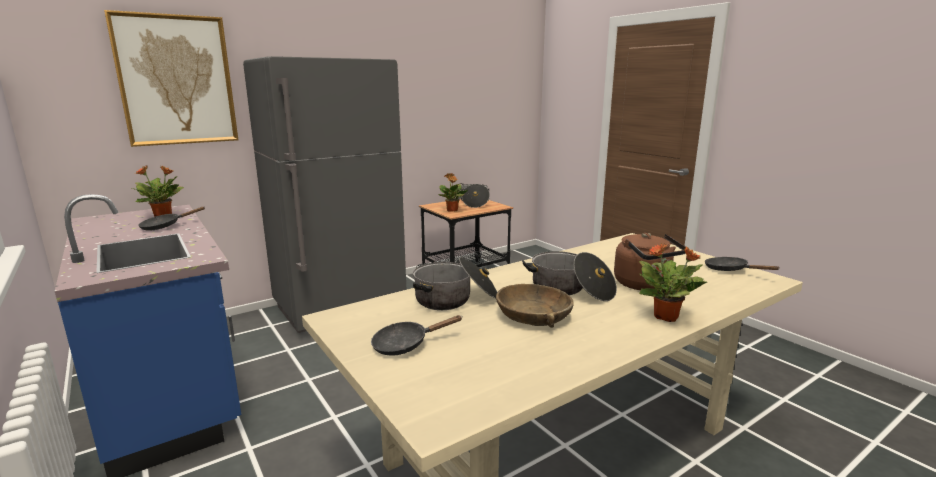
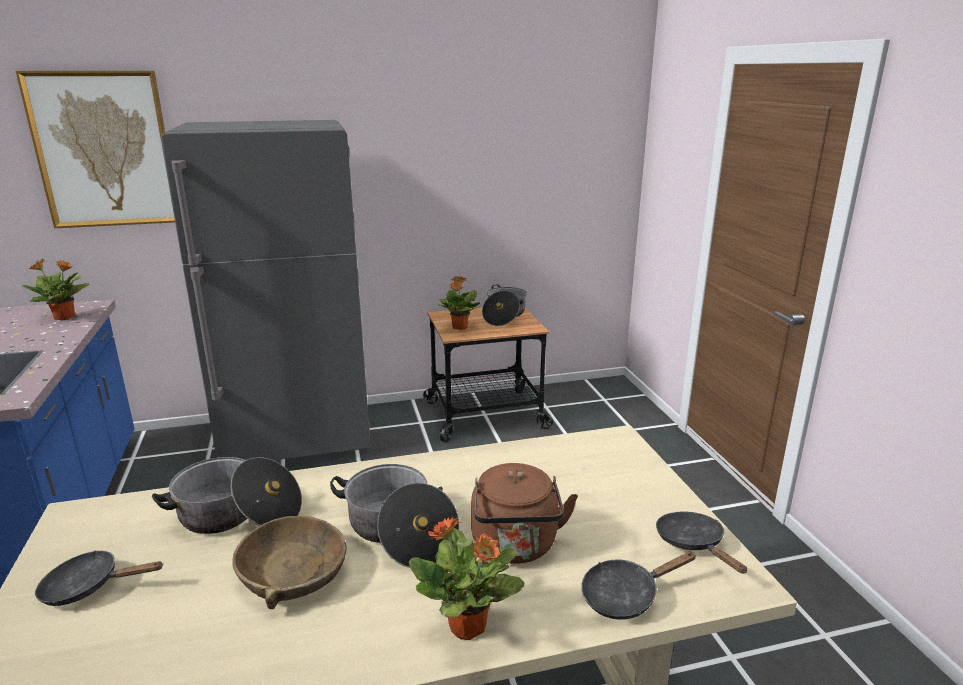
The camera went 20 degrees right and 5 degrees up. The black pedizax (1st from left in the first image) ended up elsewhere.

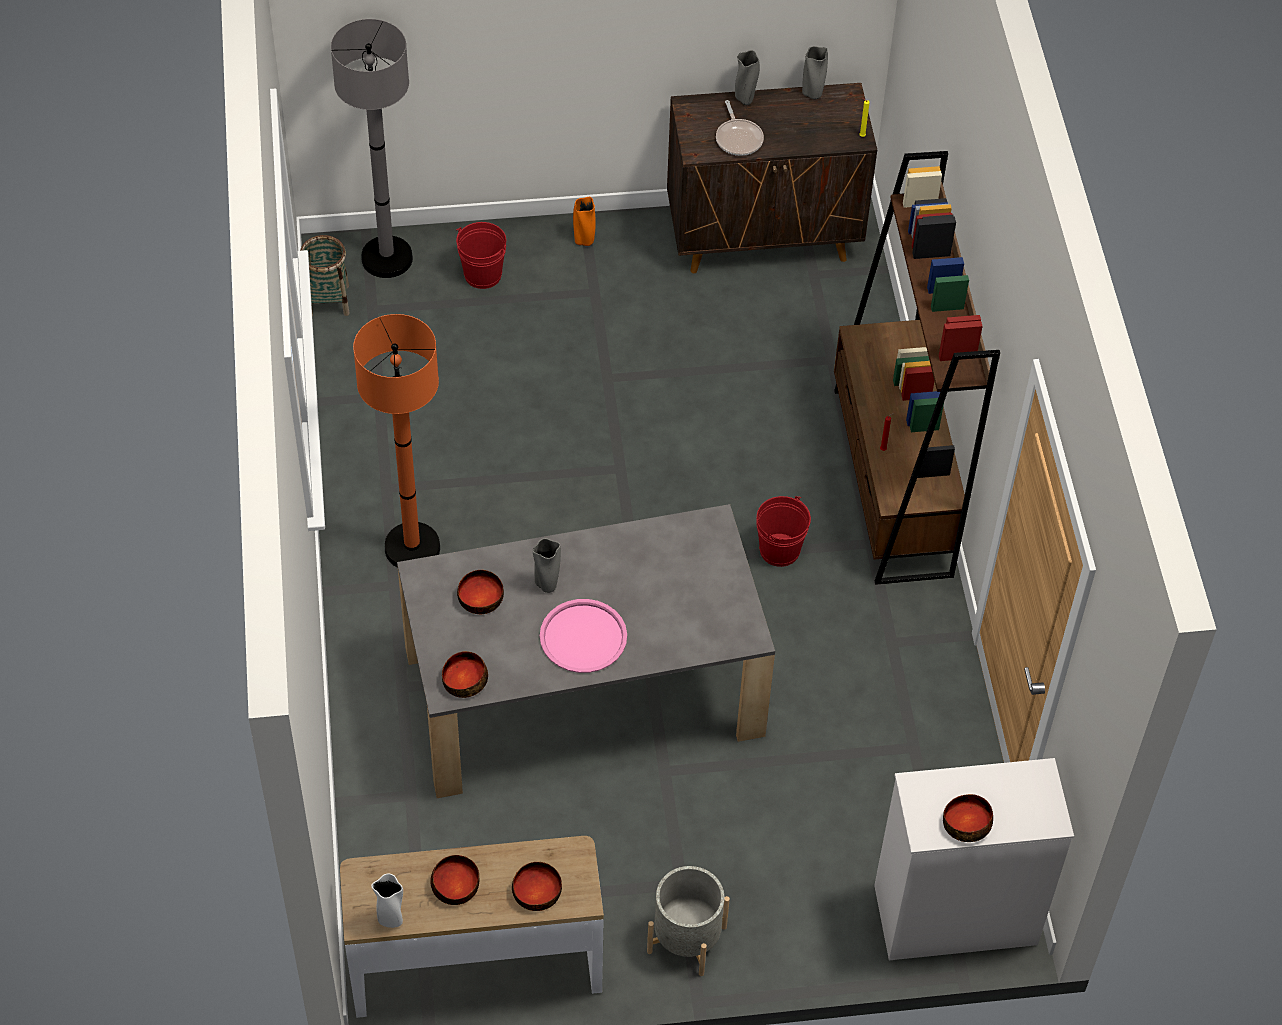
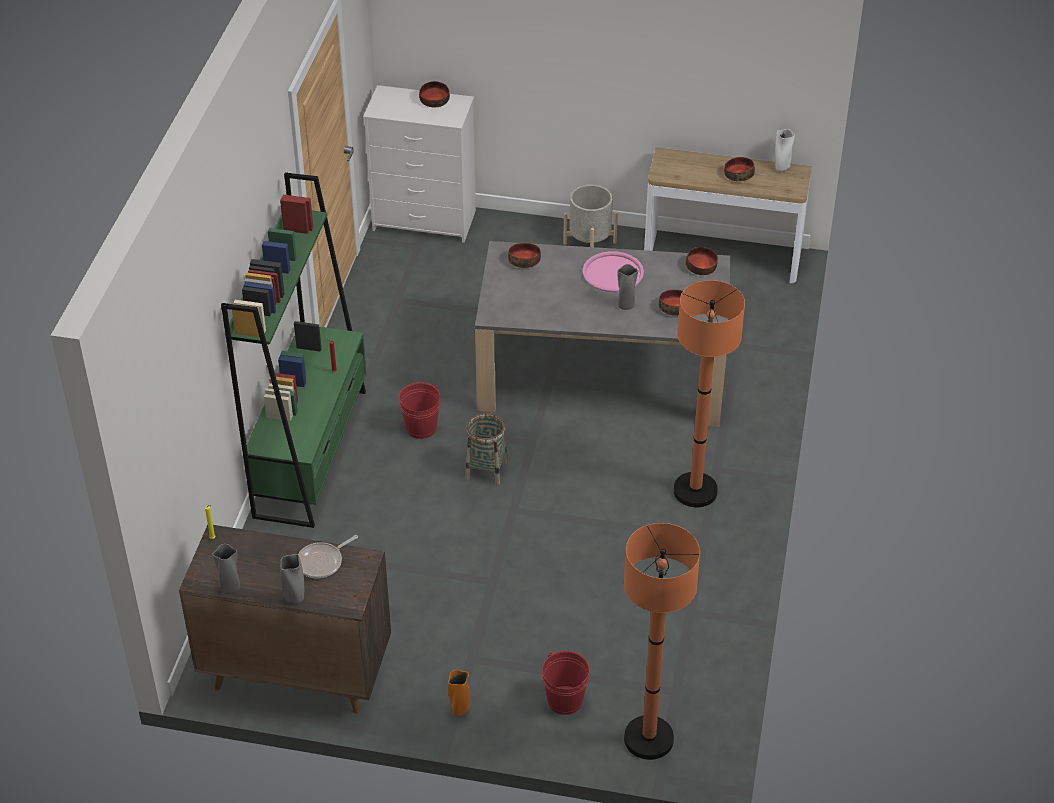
The camera went 160 degrees left and 10 degrees down. The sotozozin ended up elsewhere. What was the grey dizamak turned into the orange dizamak (1st from left). The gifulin (4th from left in the first image) ended up elsewhere. The pedizax ended up facing another way, 135 degrees counterclockwise from before. What was the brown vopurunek turned into the green vopurunek.

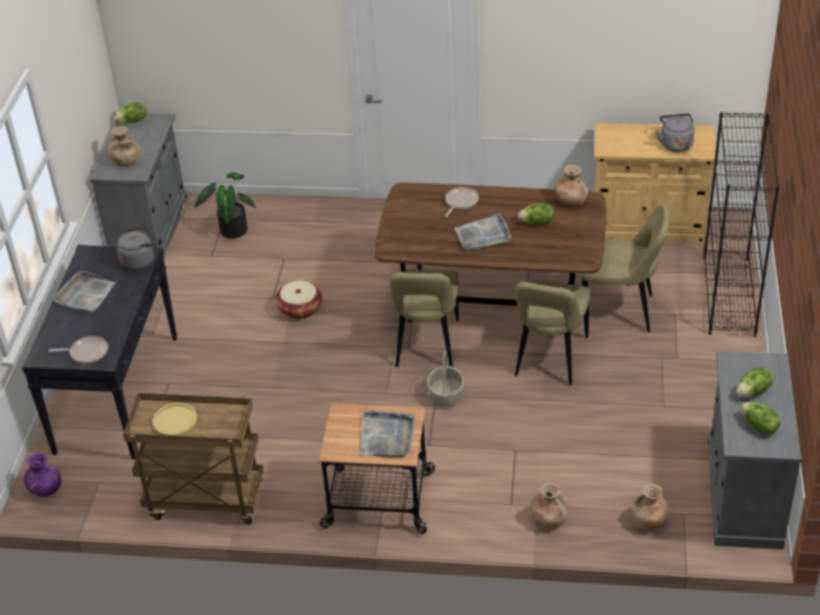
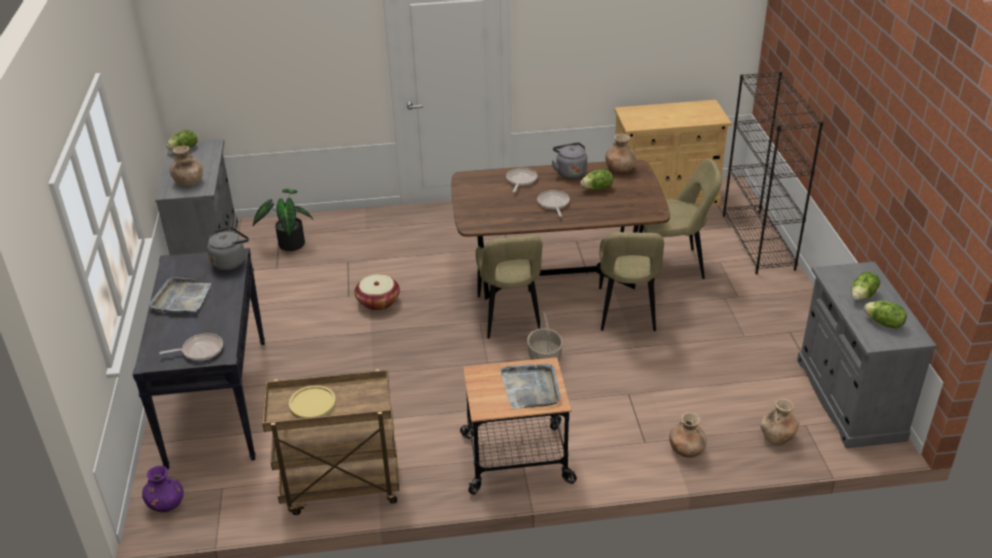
The camera went 15 degrees left and 5 degrees down. Where the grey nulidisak (3rd from left) stood, the pedizax (3rd from left) came to stand. The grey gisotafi (2nd from left) ended up elsewhere.

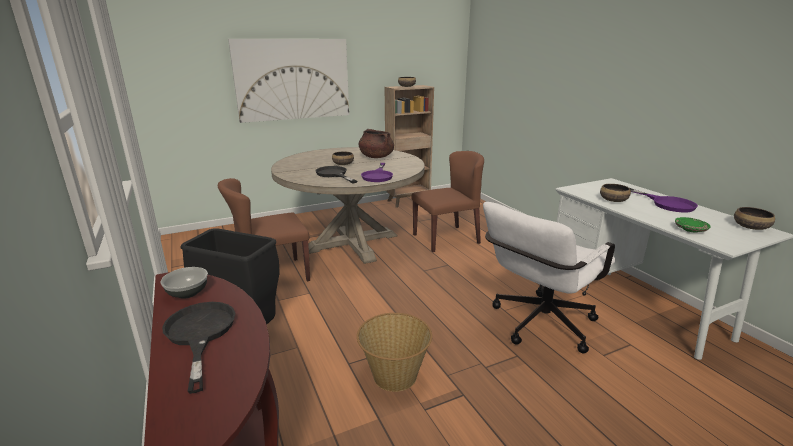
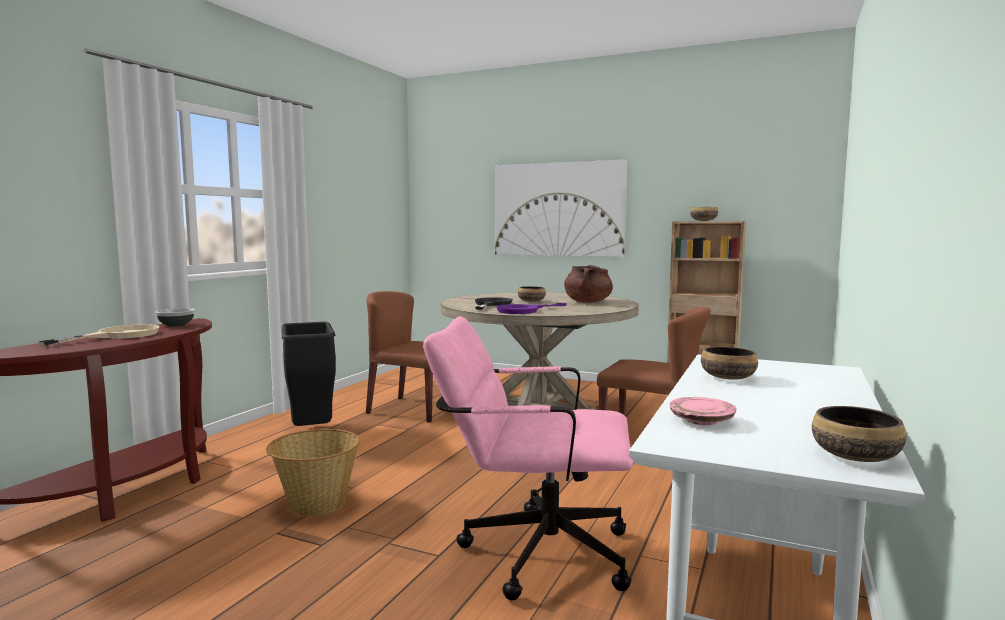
The camera went 50 degrees right and 15 degrees down. What was the black pedizax (1st from left) turned into the beige pedizax. What was the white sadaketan turned into the pink sadaketan. The second view lost the purple pedizax (2nd from left). What was the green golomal turned into the pink golomal.

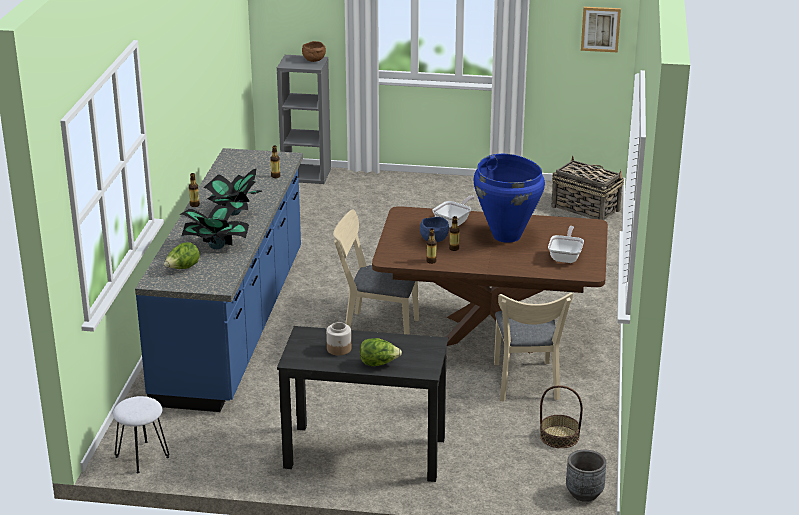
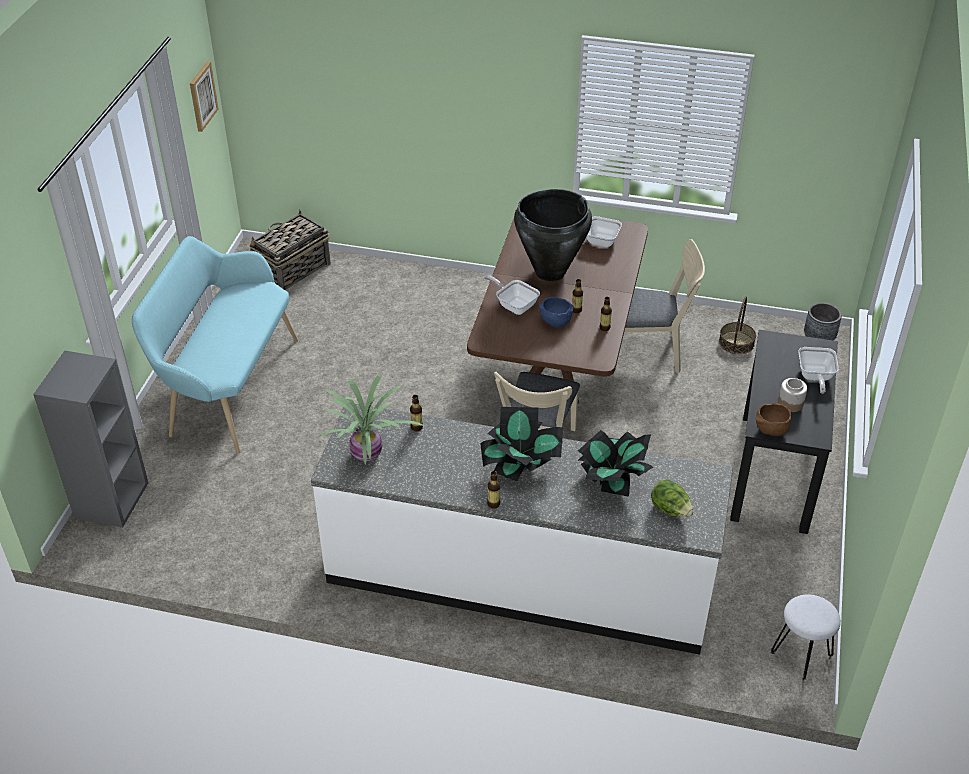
The camera went 85 degrees left and 15 degrees up. What was the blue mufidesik turned into the white mufidesik. The brown gifulin ended up elsewhere. Where the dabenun (2nd from left) stood, the pedizax (3rd from left) came to stand. What was the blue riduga turned into the black riduga. The second view gained the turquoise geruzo. The second view gained the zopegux (1st from left).

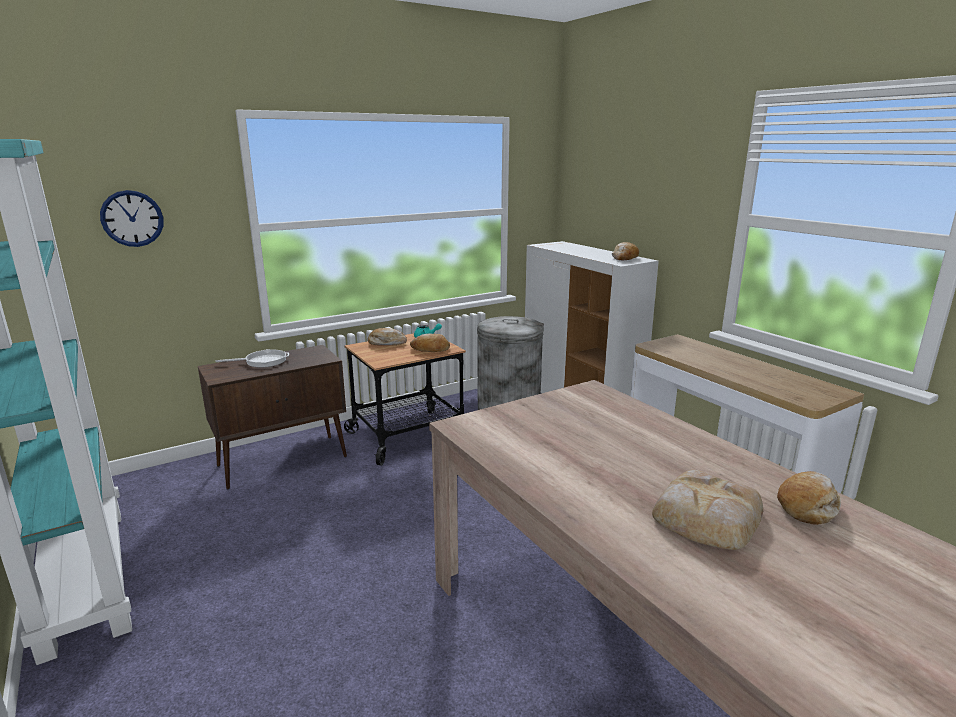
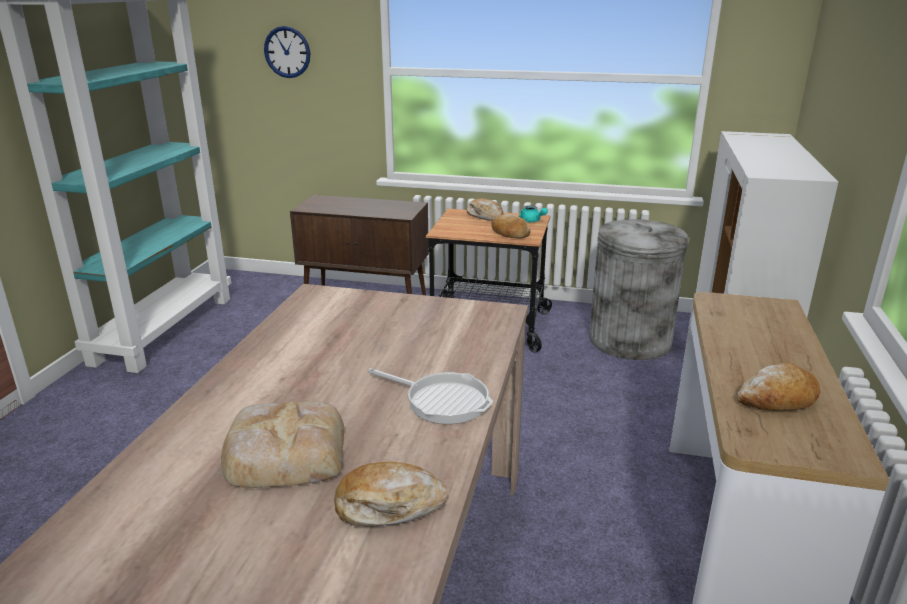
The camera went 45 degrees right and 5 degrees up. The pedizax ended up elsewhere. The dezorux (3rd from left in the first image) ended up elsewhere.

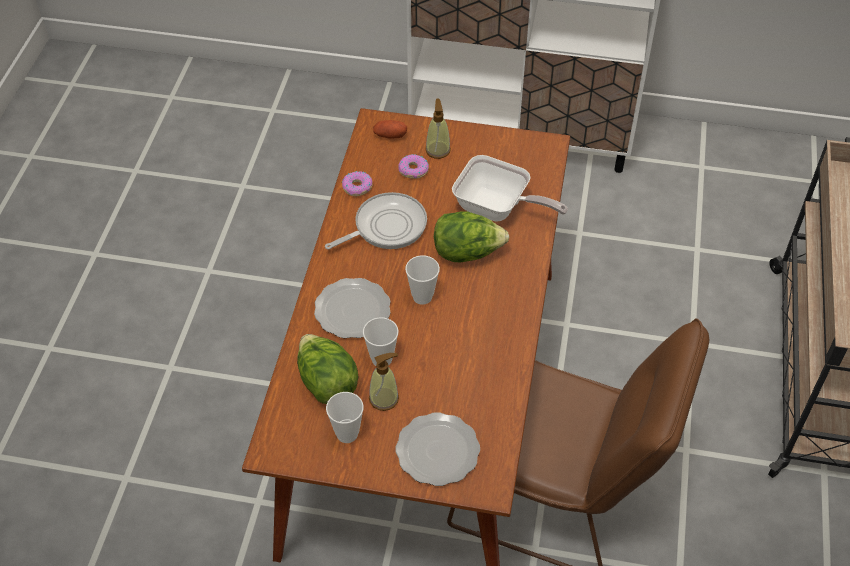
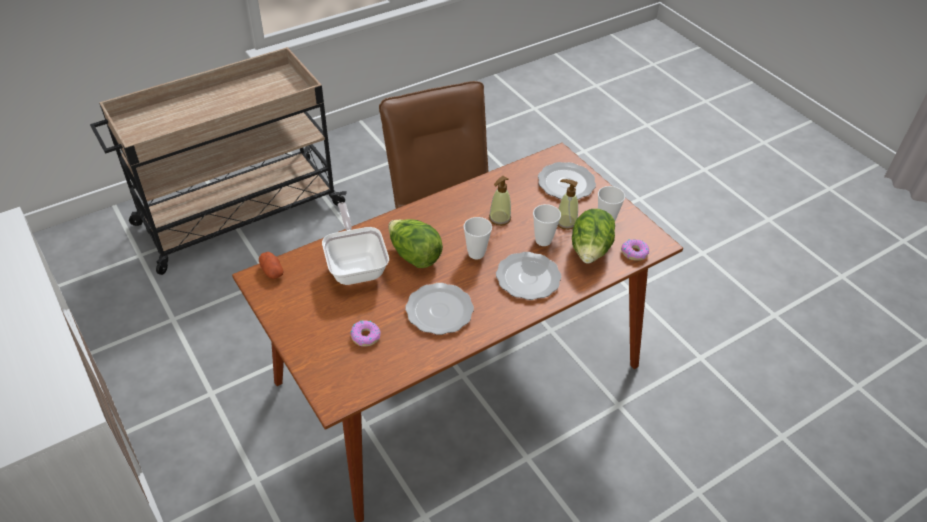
The camera went 135 degrees left and 5 degrees down. Where the pedizax (1st from left) stood, the golomal (1st from left) came to stand. The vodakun (1st from left in the first image) ended up elsewhere. The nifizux ended up elsewhere. The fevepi (2nd from left in the first image) ended up elsewhere.

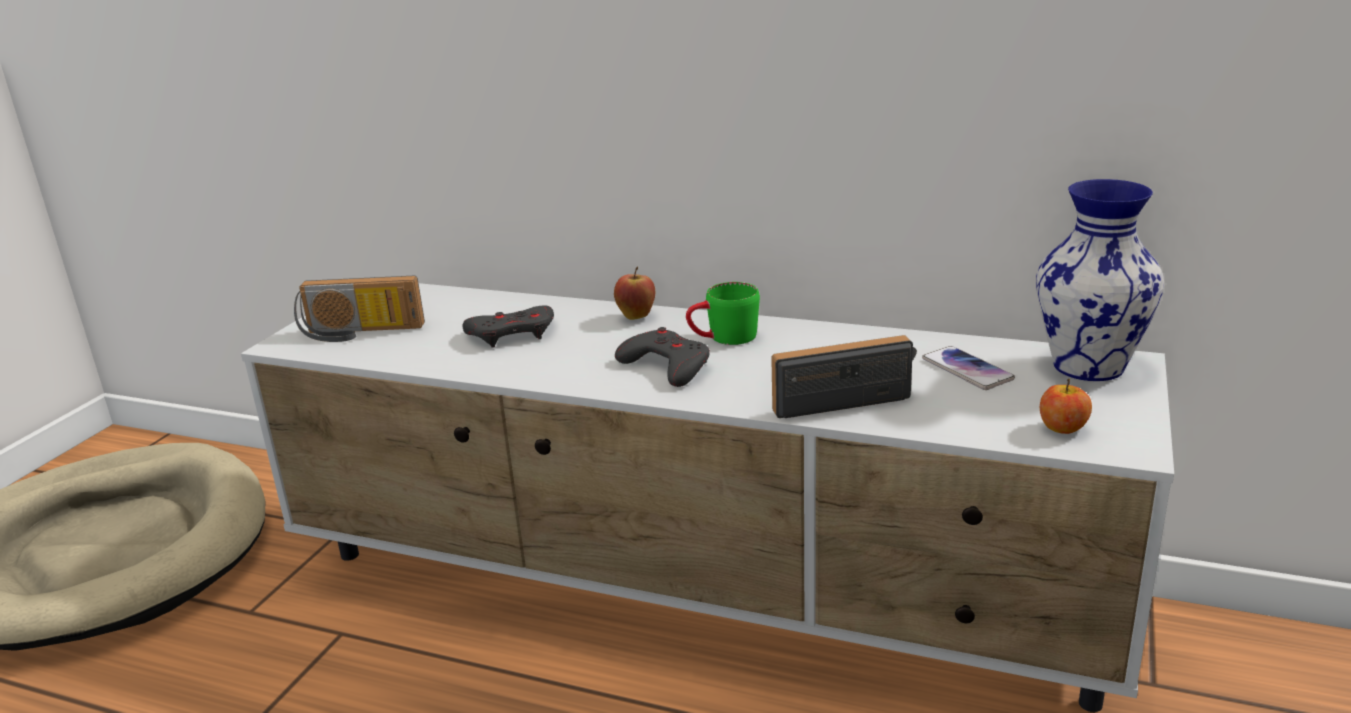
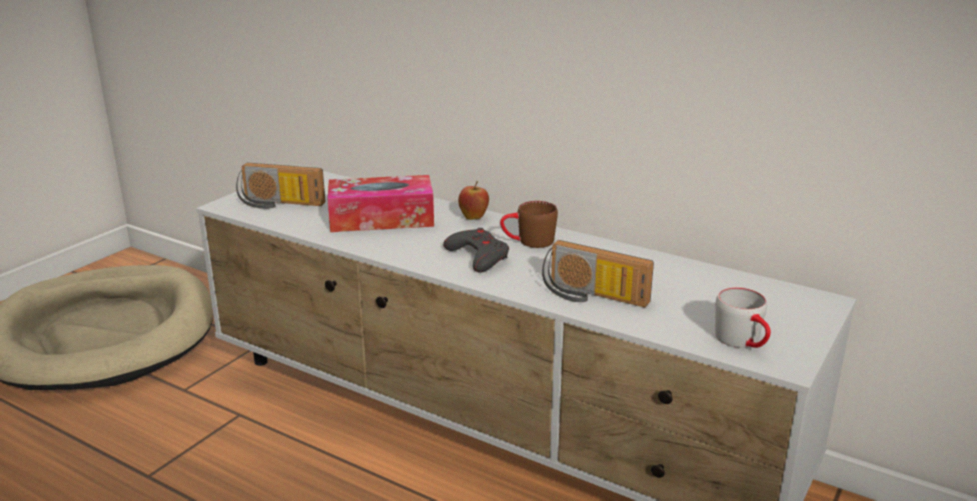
The camera went 10 degrees right and 0 degrees up. Where the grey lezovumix (1st from left) stood, the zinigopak came to stand. What was the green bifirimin turned into the brown bifirimin. The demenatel (2nd from left) ended up facing another way, 150 degrees counterclockwise from before. The second view lost the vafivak. The second view lost the riduga. Where the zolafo (2nd from left) stood, the grey bifirimin came to stand.

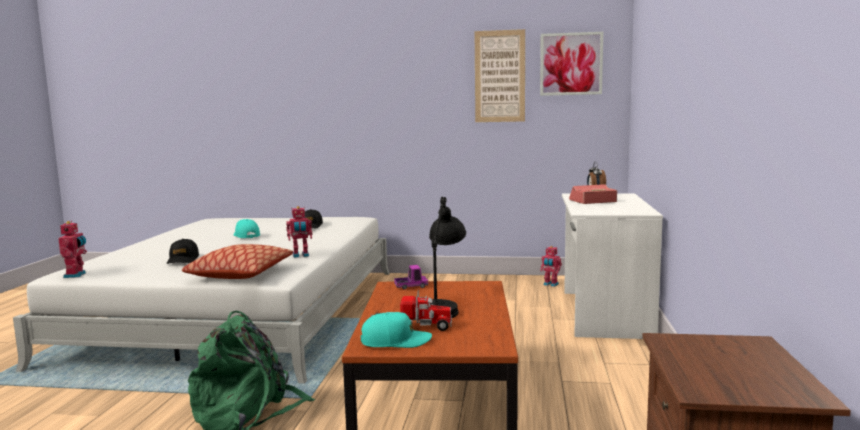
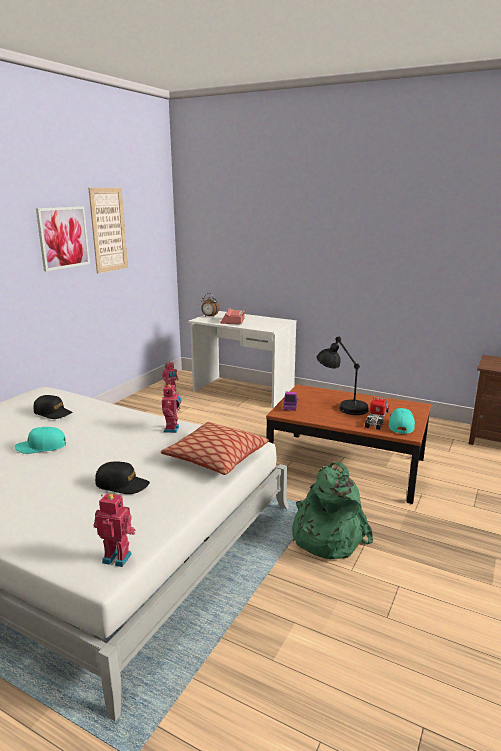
The camera went 70 degrees left and 10 degrees up. The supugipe (2nd from left in the first image) ended up elsewhere.

